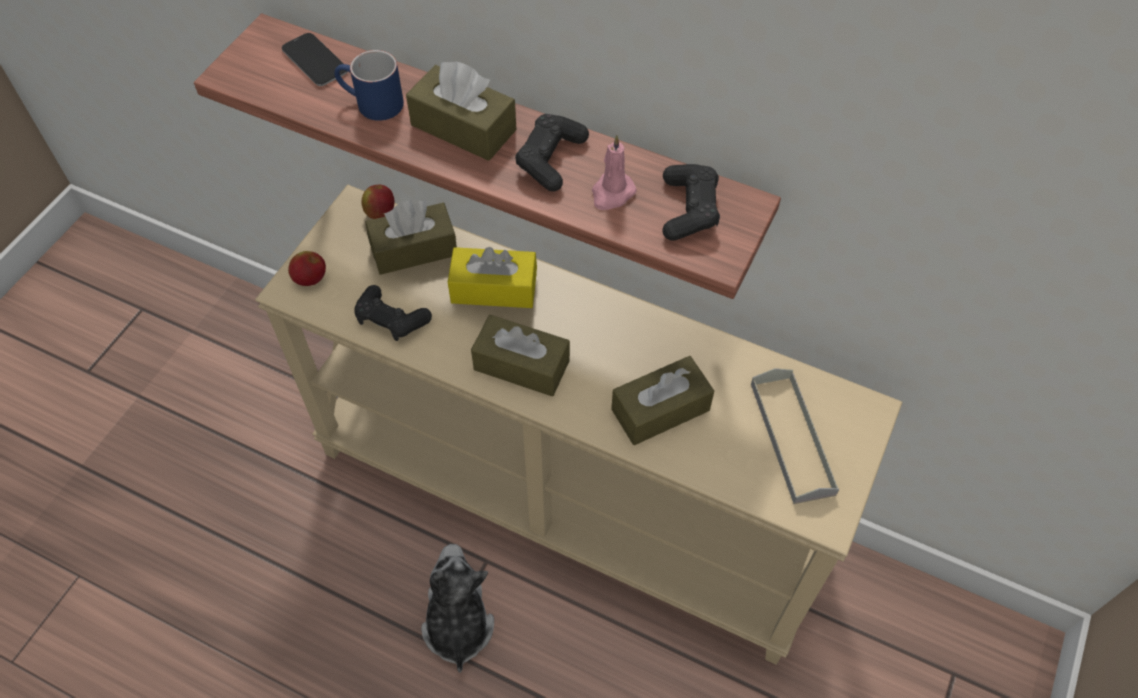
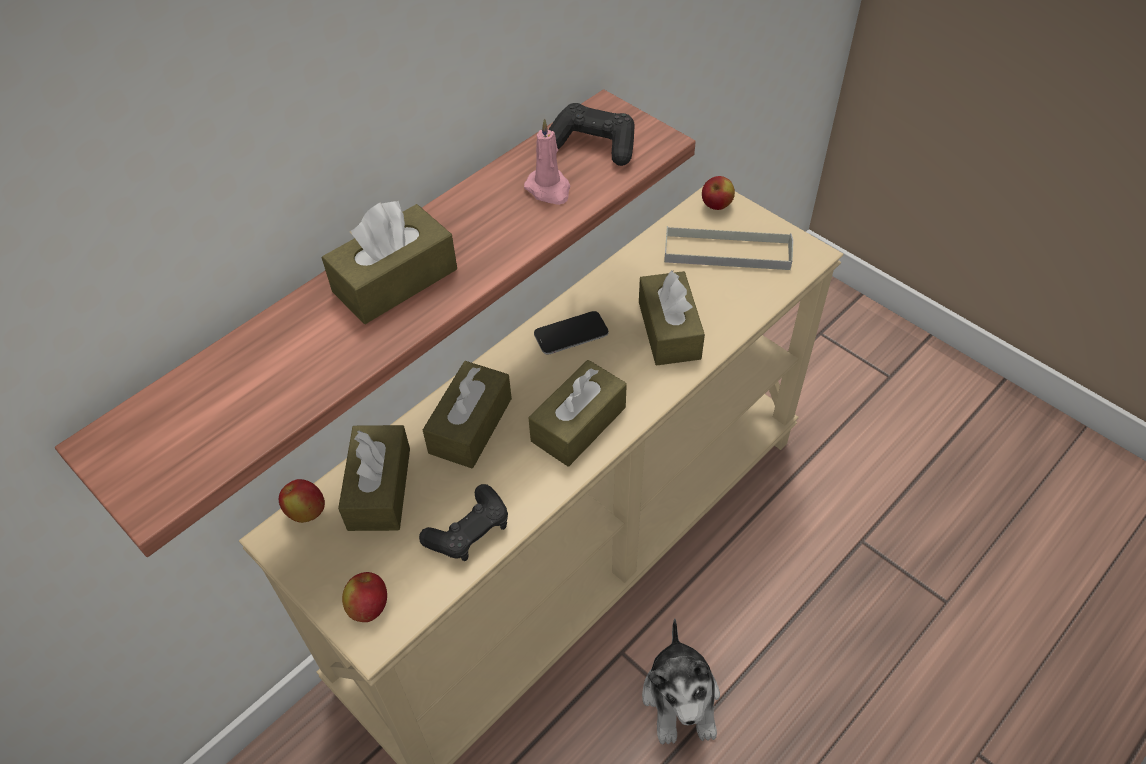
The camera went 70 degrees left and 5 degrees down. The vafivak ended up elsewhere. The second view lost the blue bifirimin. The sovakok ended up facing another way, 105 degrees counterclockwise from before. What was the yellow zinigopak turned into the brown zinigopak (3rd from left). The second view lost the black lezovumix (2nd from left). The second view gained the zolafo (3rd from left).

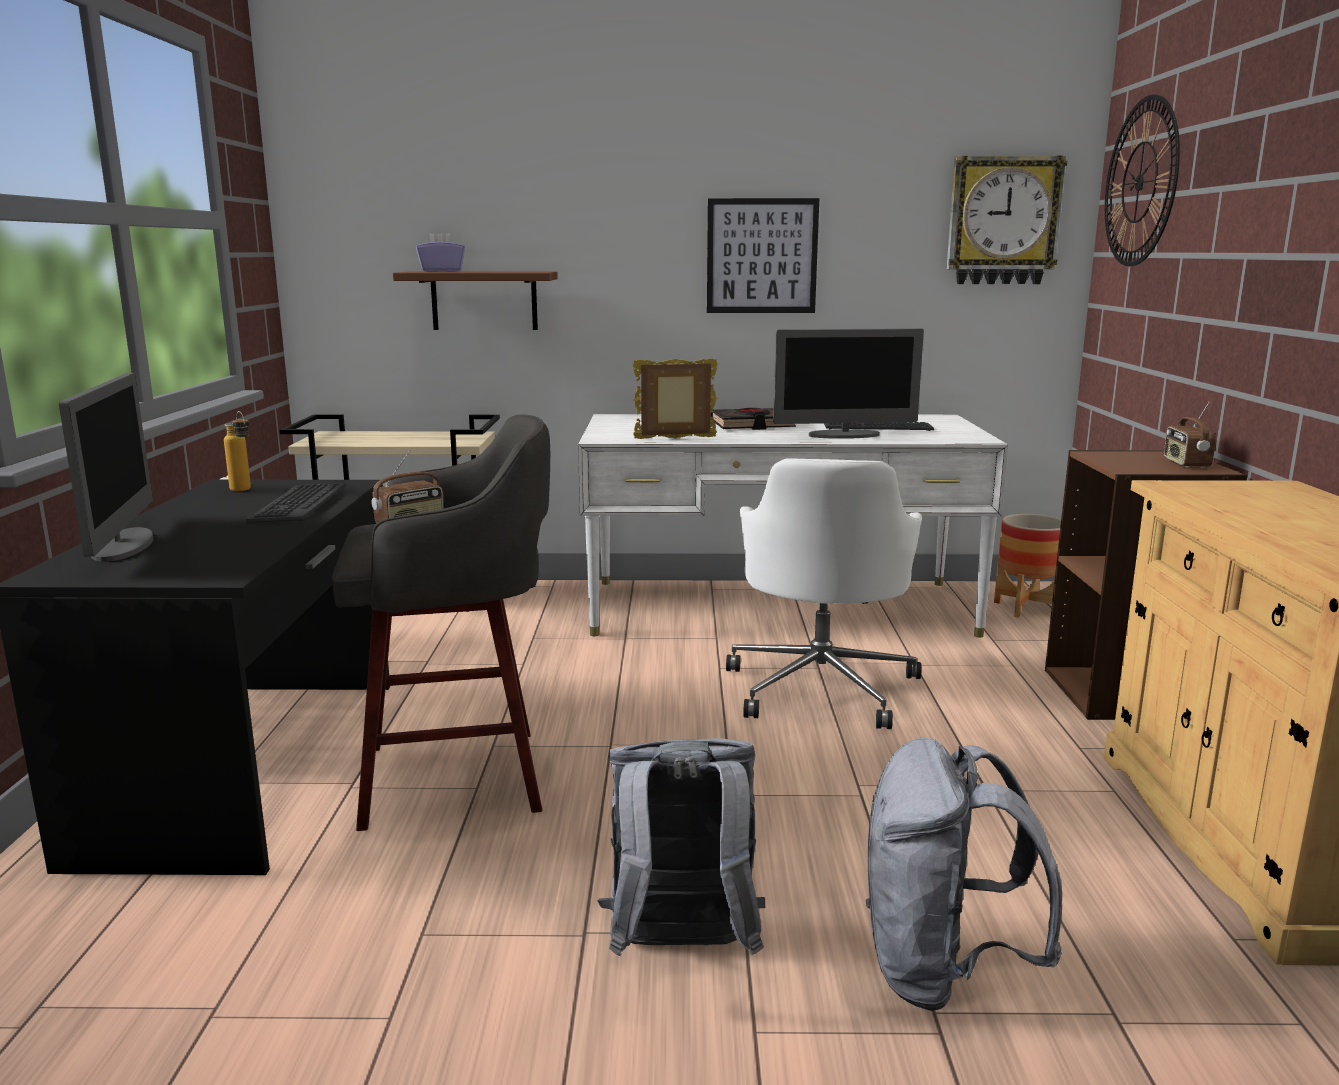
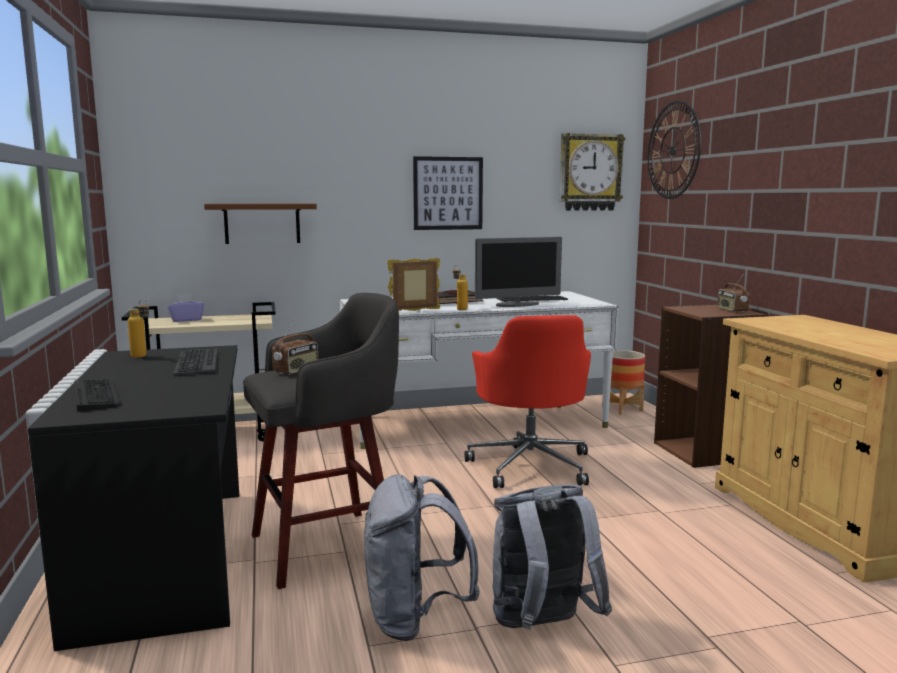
The camera went 15 degrees left and 5 degrees down. Where the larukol (1st from left) stood, the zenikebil (1st from left) came to stand. The purple zinigopak ended up elsewhere. What was the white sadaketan turned into the red sadaketan. The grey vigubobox (2nd from left in the first image) ended up elsewhere. The second view gained the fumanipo (2nd from left).

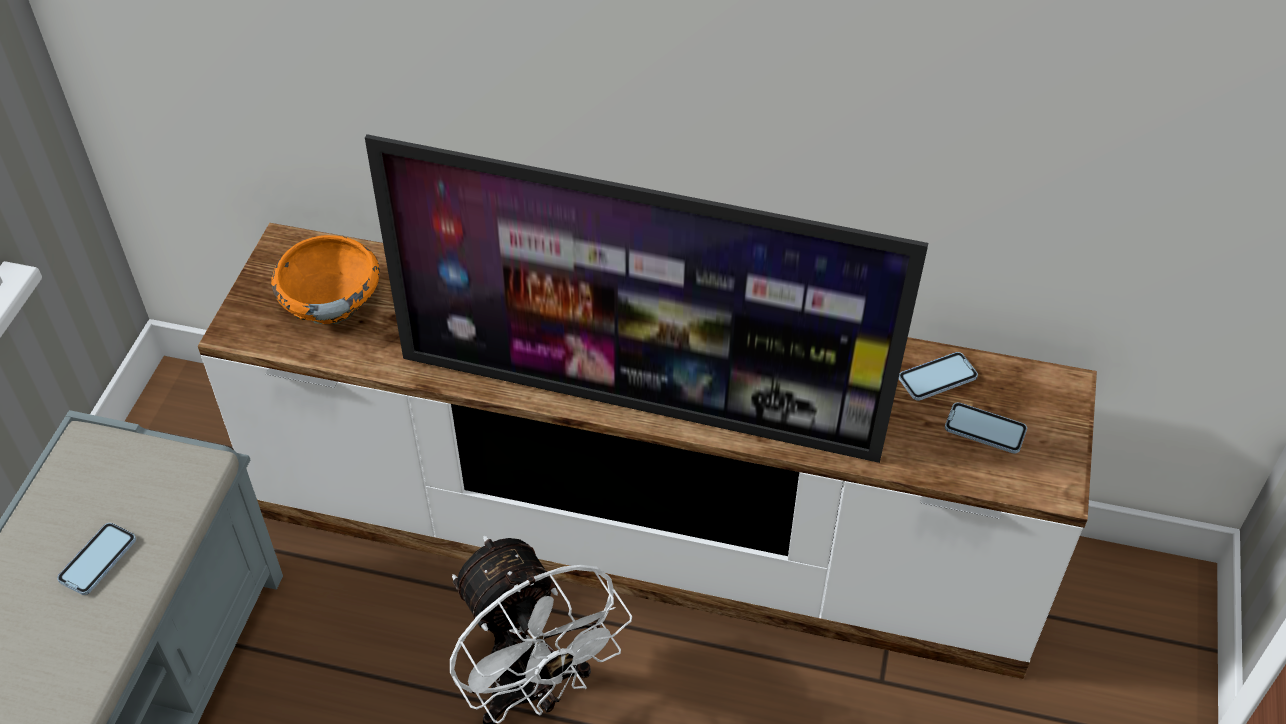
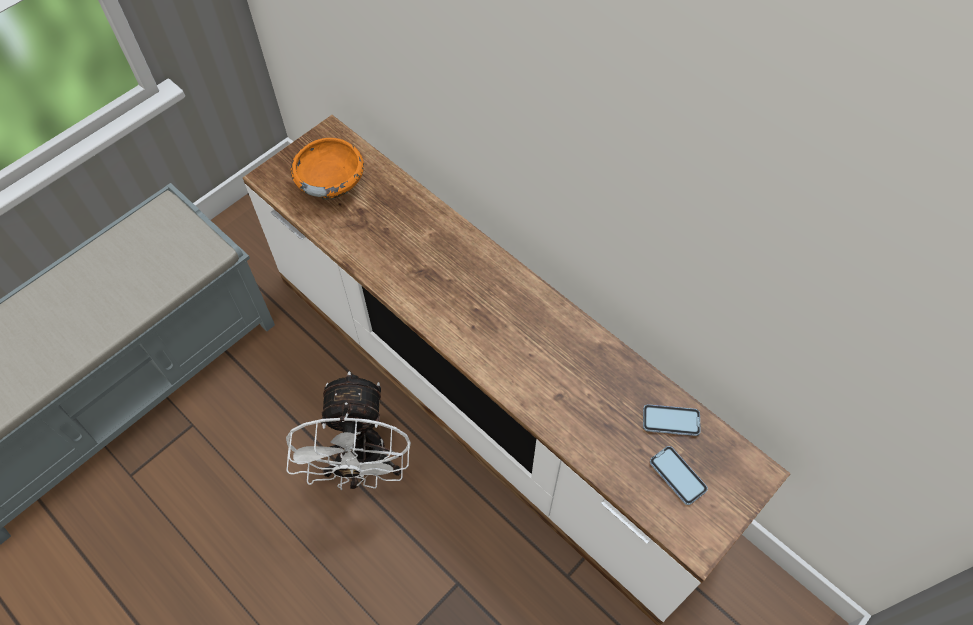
The camera went 30 degrees right and 10 degrees up. The second view lost the vafivak (1st from left). The second view lost the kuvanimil.

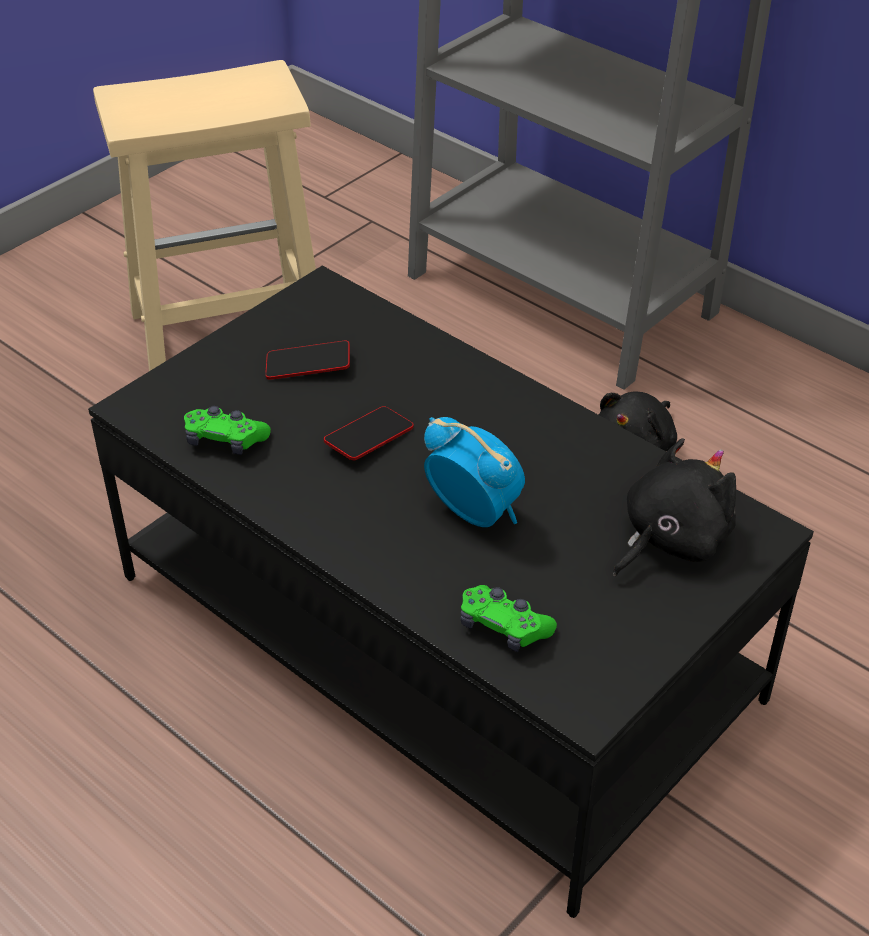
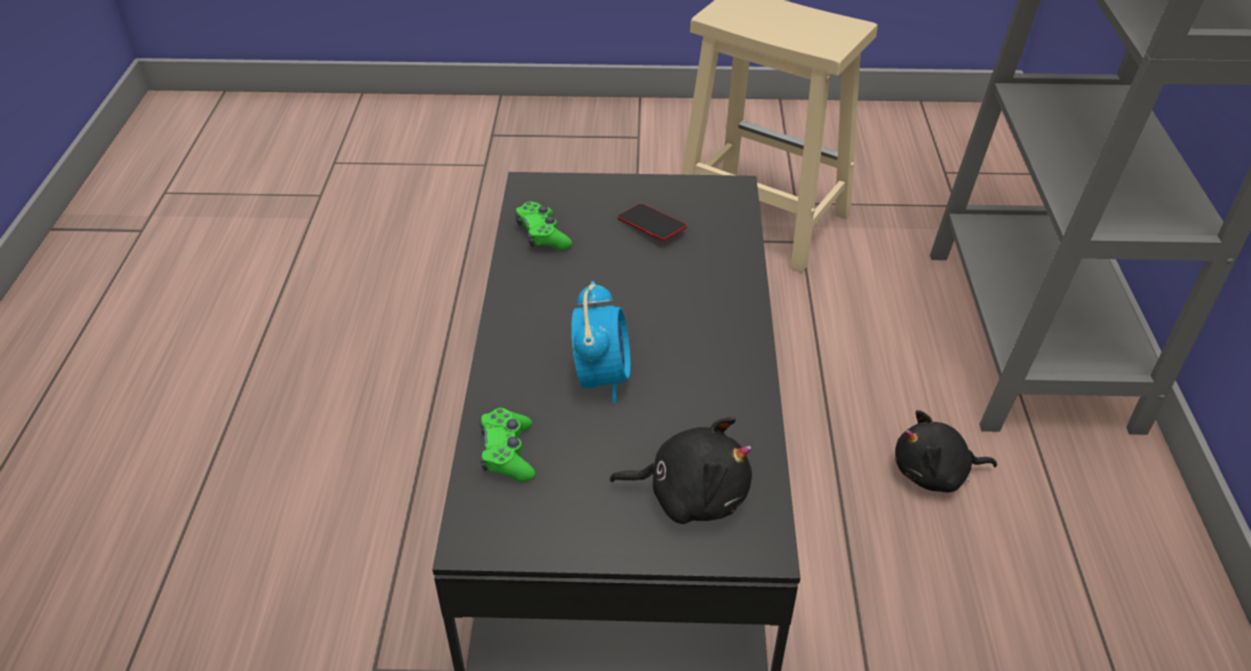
The camera went 50 degrees right and 0 degrees up. The second view lost the vafivak (2nd from left).

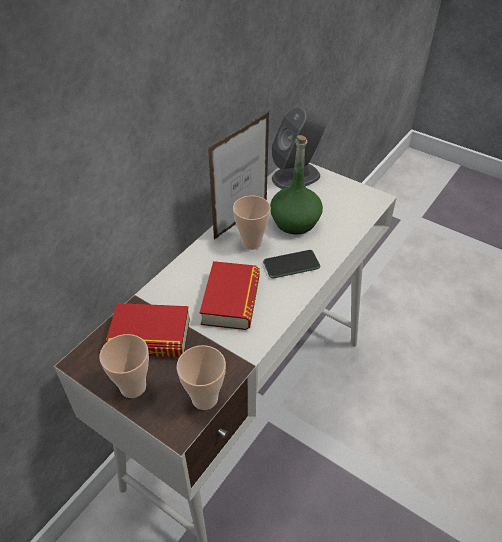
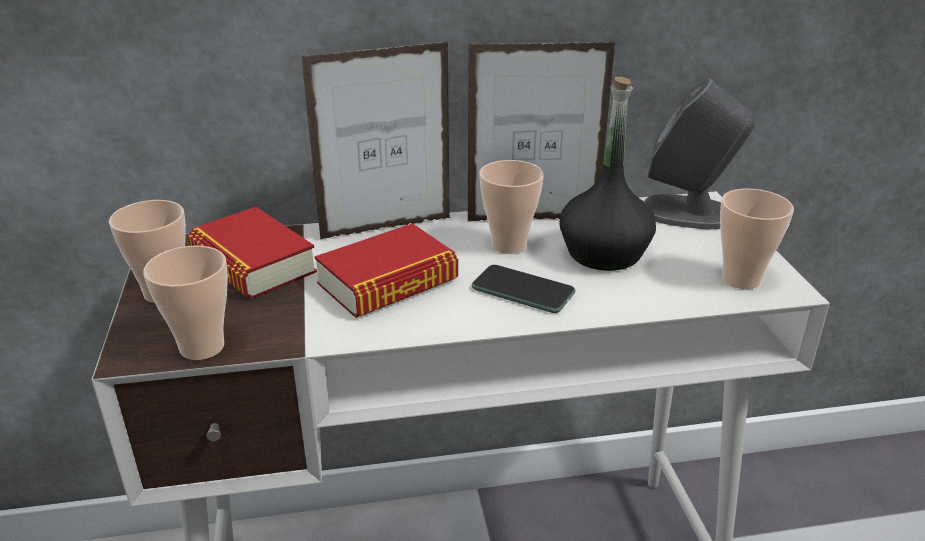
The camera went 45 degrees right and 15 degrees down. What was the green fumanipo turned into the black fumanipo. The second view gained the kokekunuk (1st from left). The second view gained the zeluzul (4th from left).

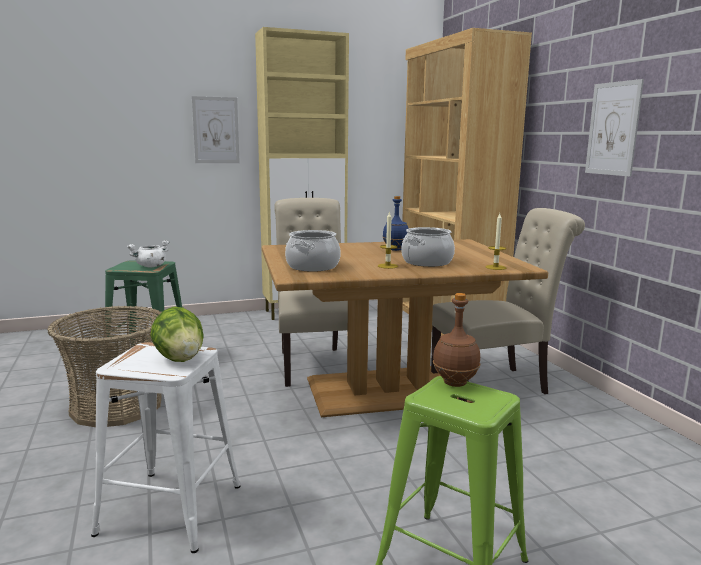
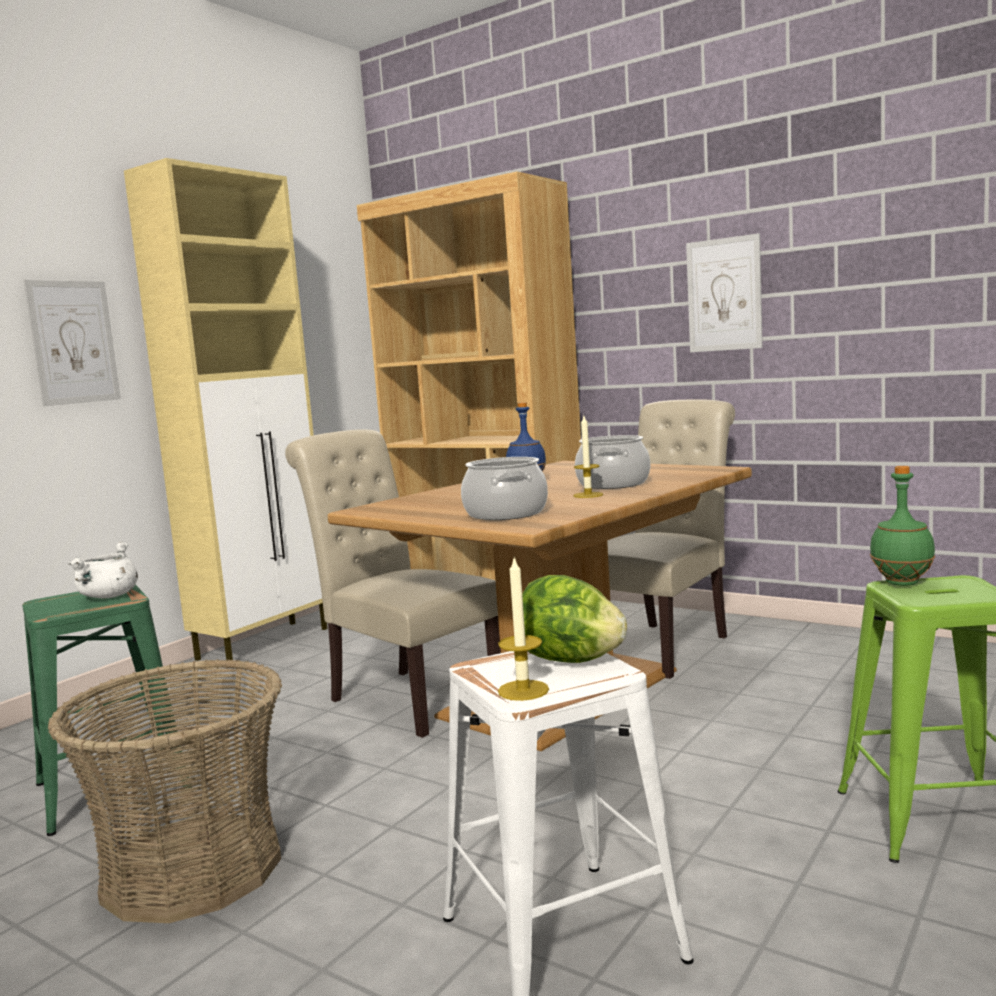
The camera went 35 degrees left and 5 degrees down. What was the brown fumanipo turned into the green fumanipo. The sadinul (2nd from left in the first image) ended up elsewhere.

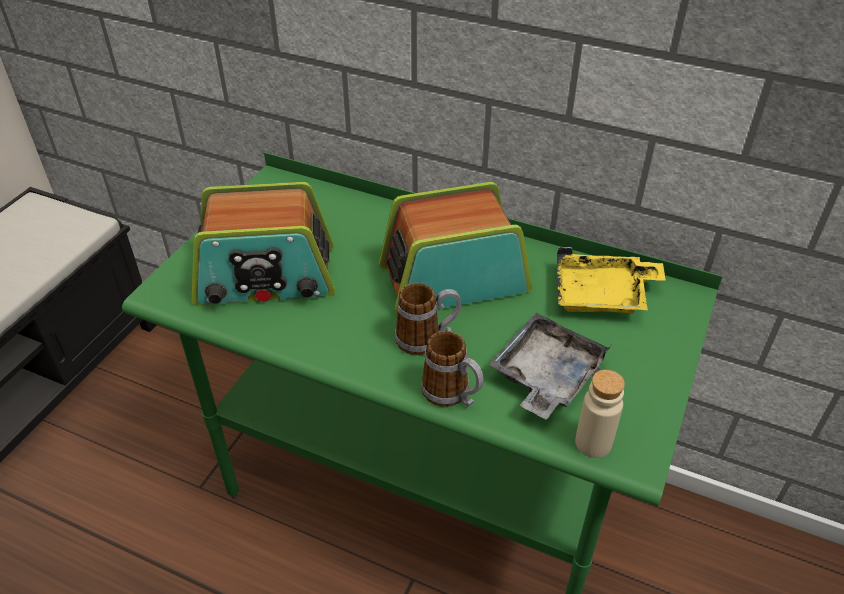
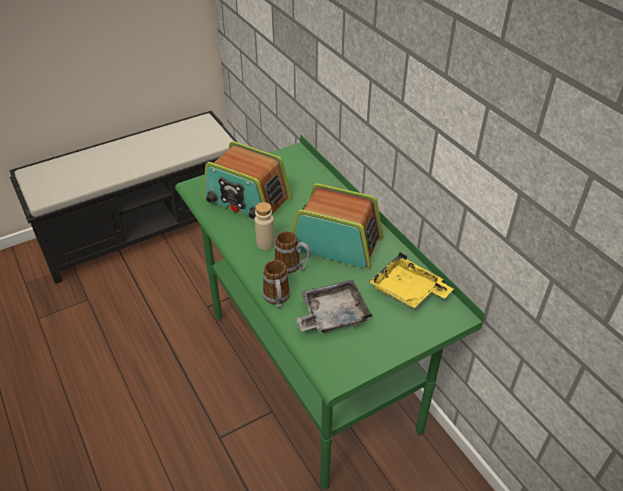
The camera went 35 degrees right and 0 degrees up. The beige fumanipo ended up elsewhere.

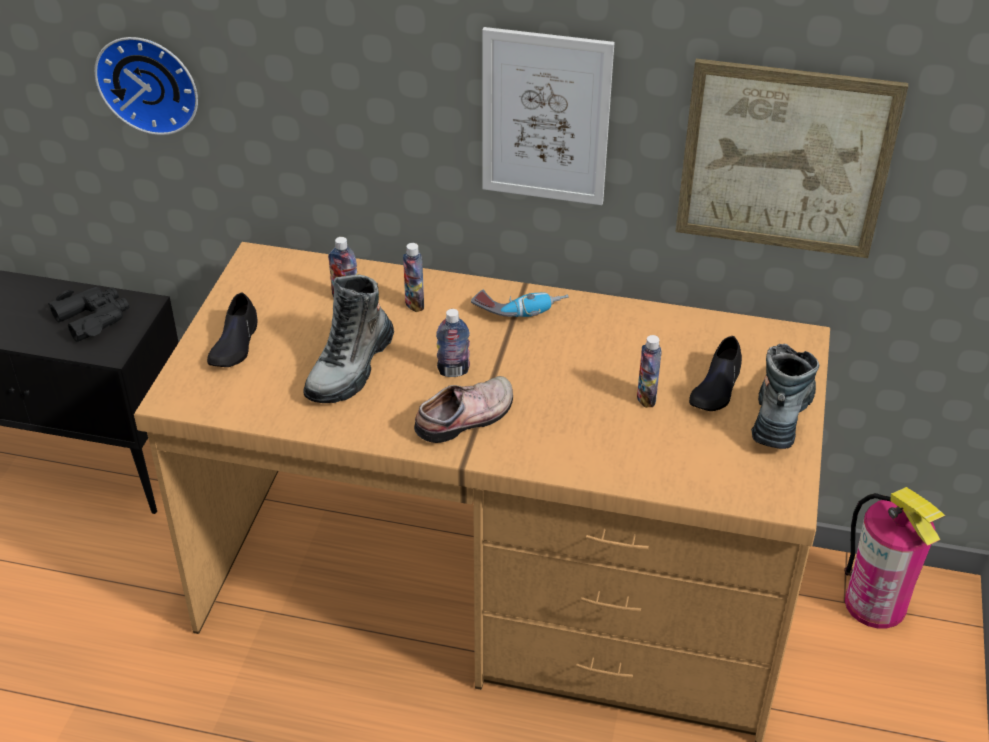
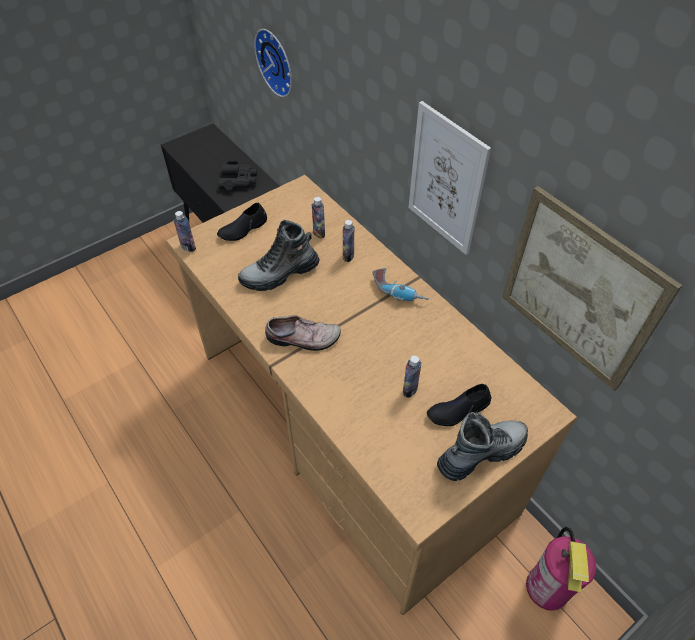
The camera went 40 degrees right and 10 degrees up. The fumanipo (3rd from left in the first image) ended up elsewhere.

